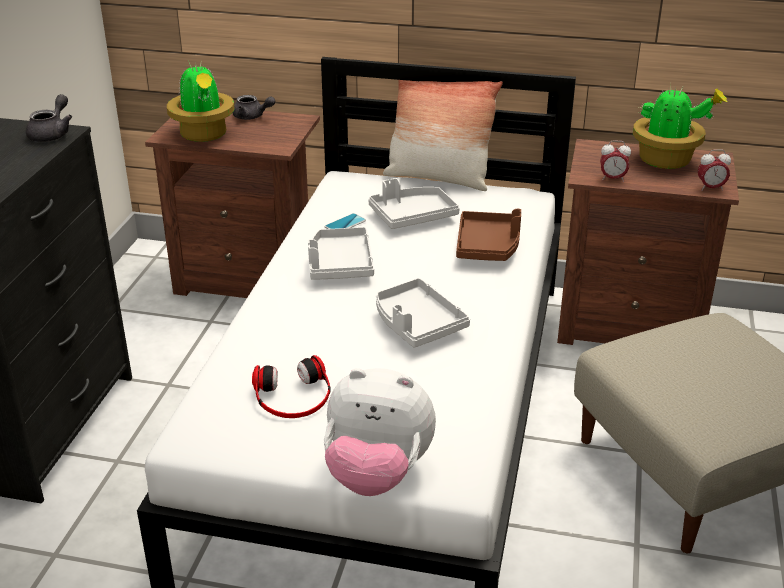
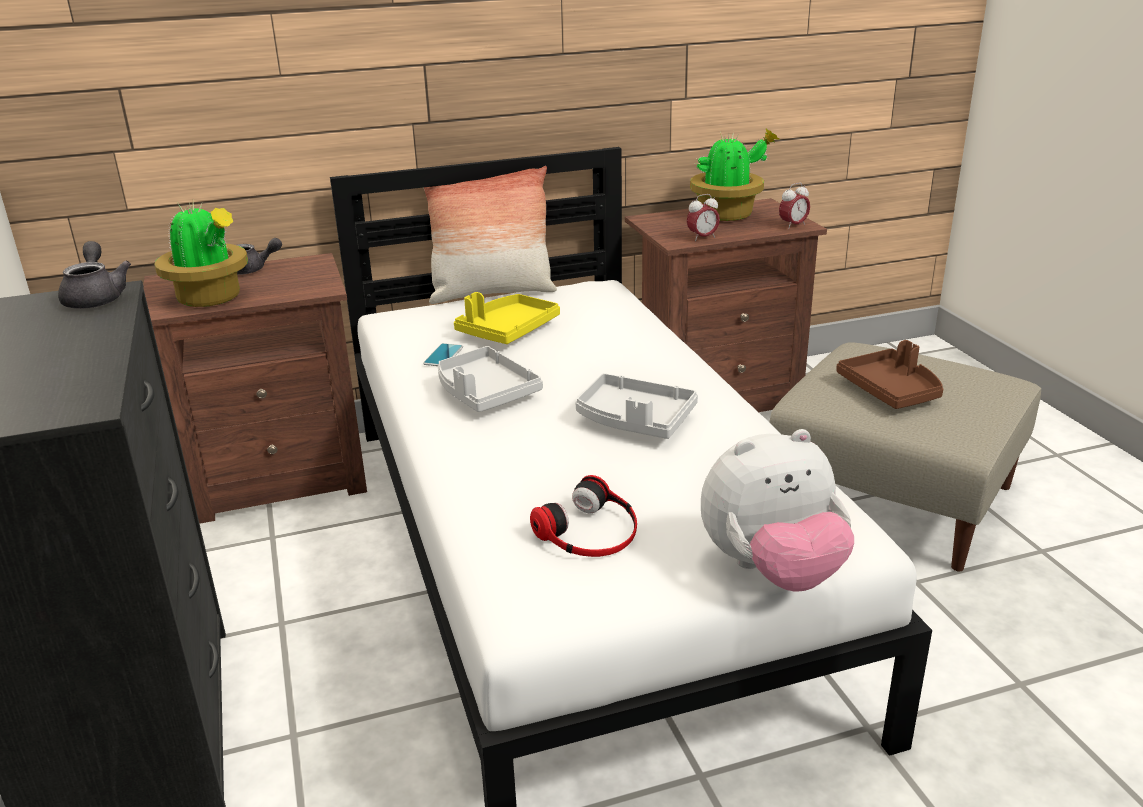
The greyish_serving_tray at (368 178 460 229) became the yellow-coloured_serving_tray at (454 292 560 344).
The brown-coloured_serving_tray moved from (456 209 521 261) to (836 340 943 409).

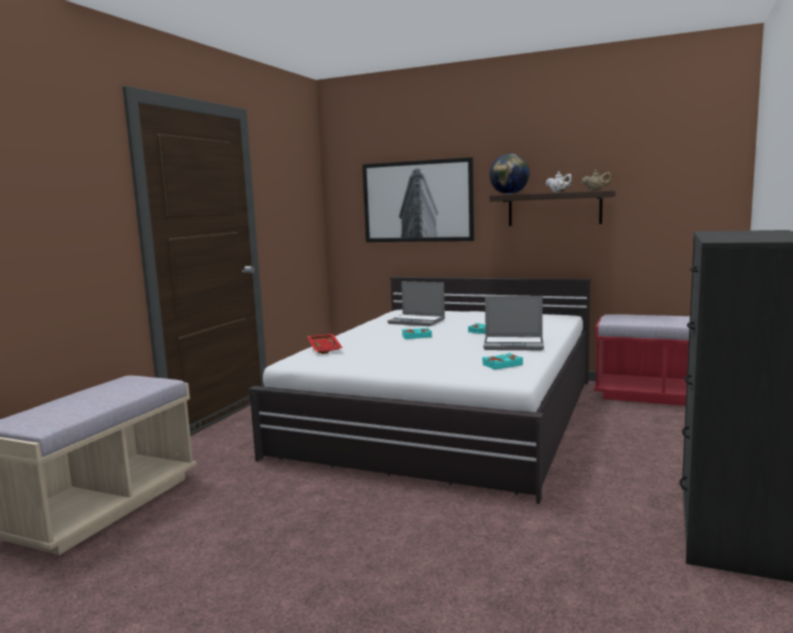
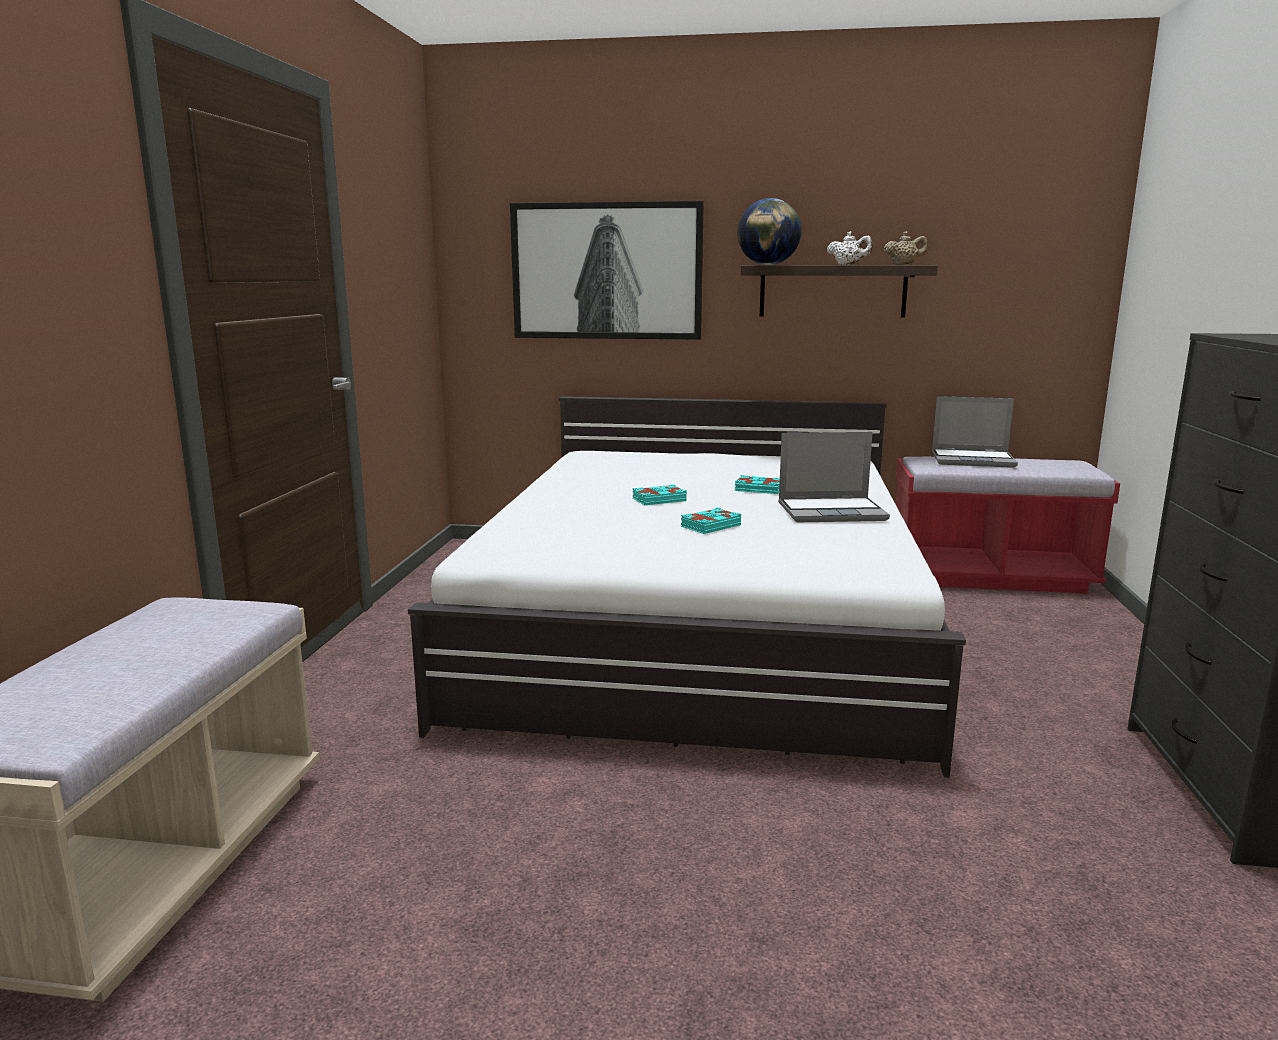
The red_serving_tray at (307 334 343 354) disappeared.
The portable_computer moved from (387 281 445 326) to (932 396 1018 468).
The turquoise_bound_book moved from (482 353 523 370) to (681 507 741 534).

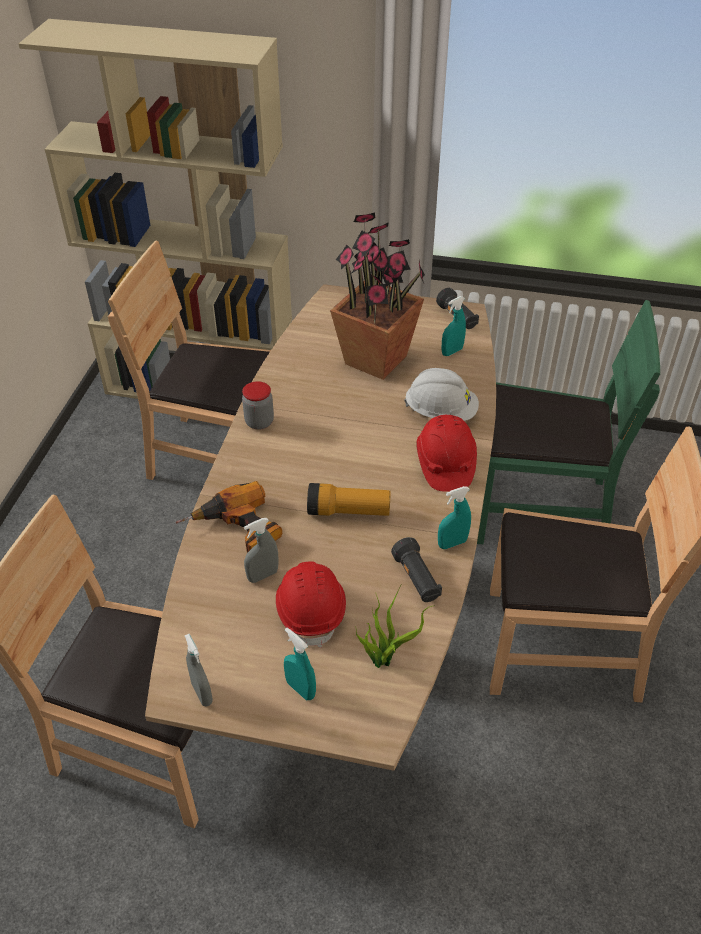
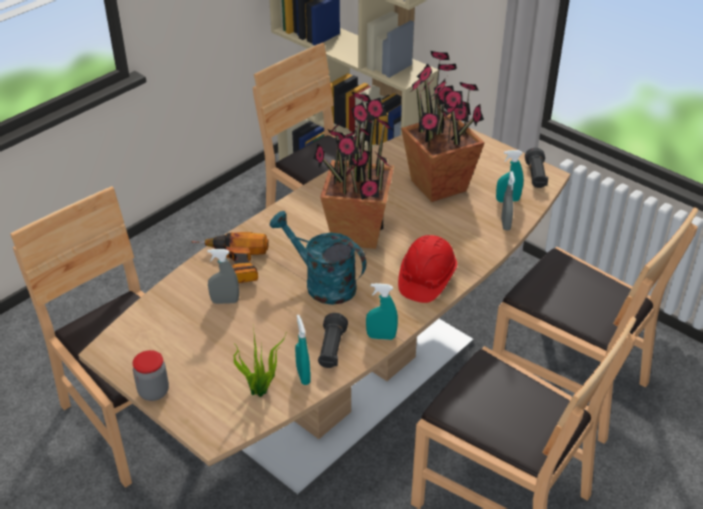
The greyish_hand_sprayer moved from (185 634 213 707) to (501 171 515 231).
The storage_jar moved from (242 381 274 430) to (133 350 169 401).
The red_hard_hat at (276 562 346 648) disappeared.
The turquoise_hand_sprayer moved from (284 627 316 700) to (295 315 311 385).
The flashlight at (307 483 391 516) was replaced by the turquoise_sprinkling_can at (270 211 366 305).
The whitish_hard_hat at (404 368 479 421) disappeared.
The green_chair at (477 300 660 544) became the brown-coloured_chair at (493 208 698 444).
The potted_plant at (313 91 394 249) appeared.

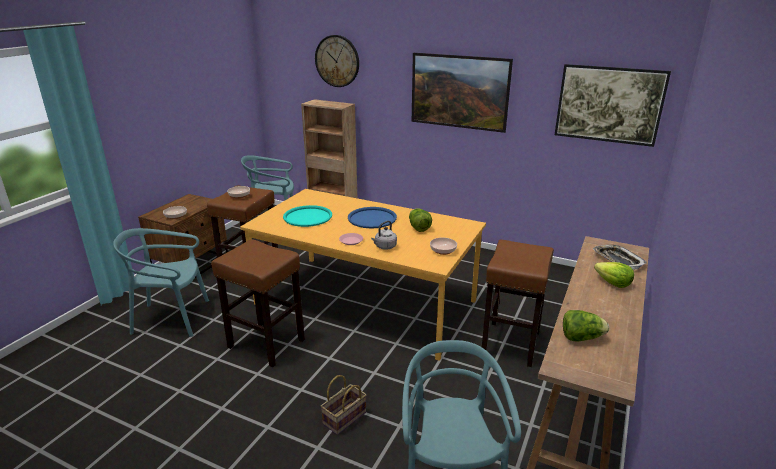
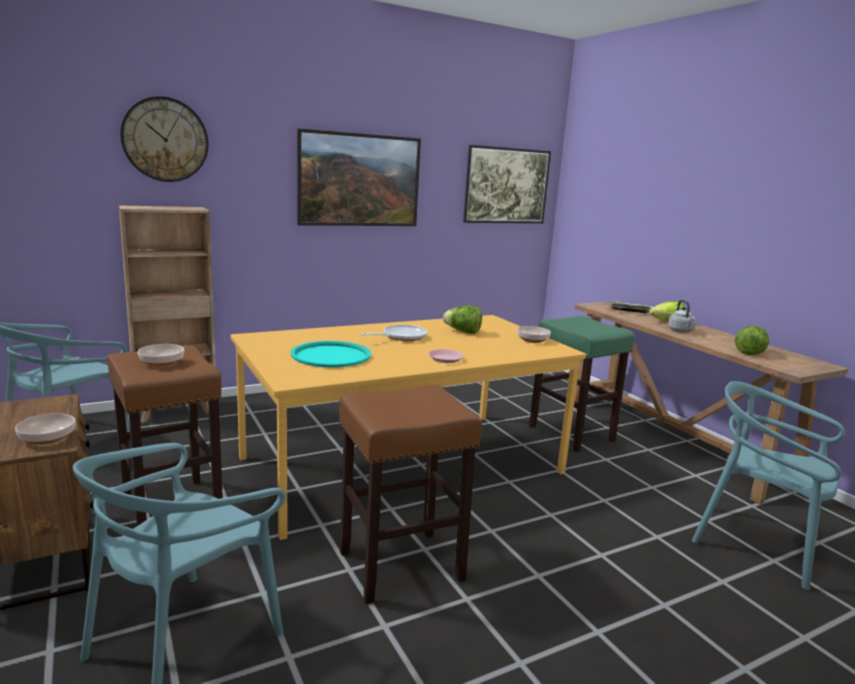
The storage_basket at (321 375 366 435) disappeared.
The bluish_serving_tray at (348 207 397 228) was replaced by the pan at (360 325 427 341).
The greyish_kettle moved from (371 221 397 250) to (668 300 696 332).
The brown-coloured_stool_seat at (482 240 554 367) became the green_stool_seat at (529 316 635 452).

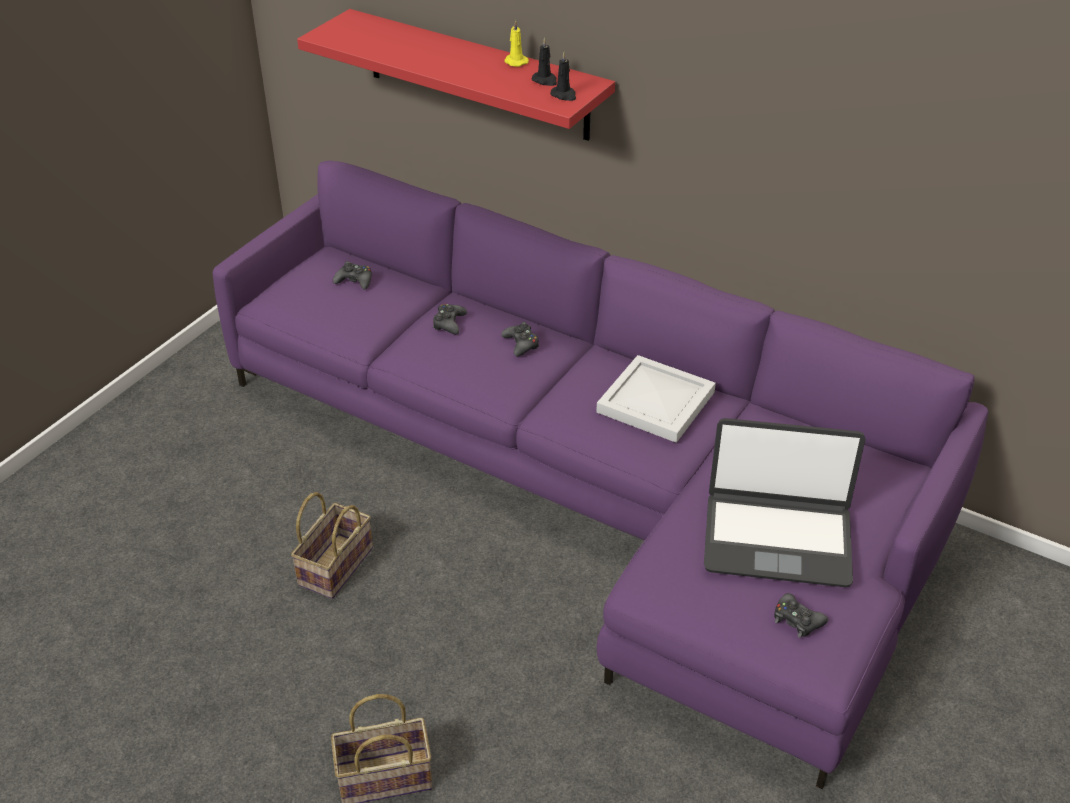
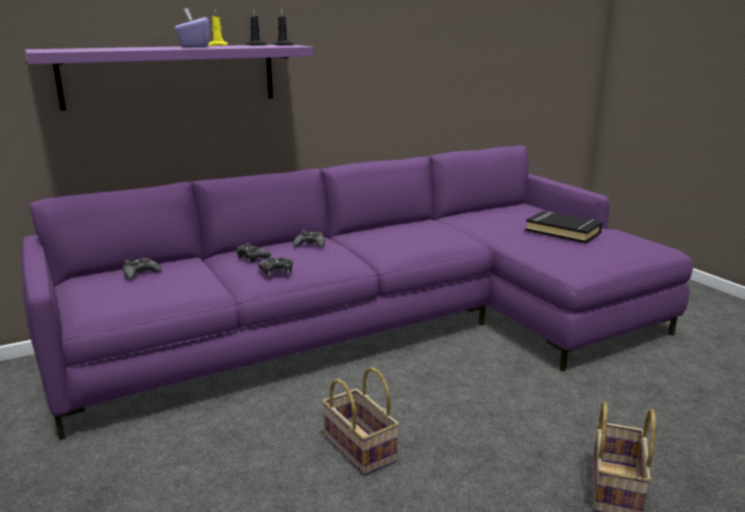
The red_bracket_shelf at (297 9 615 141) became the purplish_bracket_shelf at (25 45 313 111).
The whitish_serving_tray at (596 355 716 443) disappeared.
The portable_computer at (704 418 865 587) was replaced by the black_bound_book at (525 211 602 243).
The black_game_controller moved from (774 593 828 638) to (258 257 293 276).
The purplish_tissue_box at (175 8 210 48) appeared.

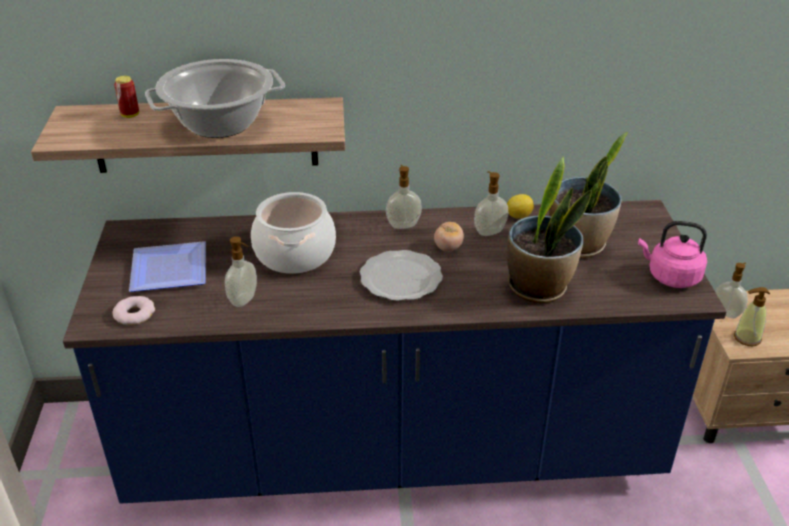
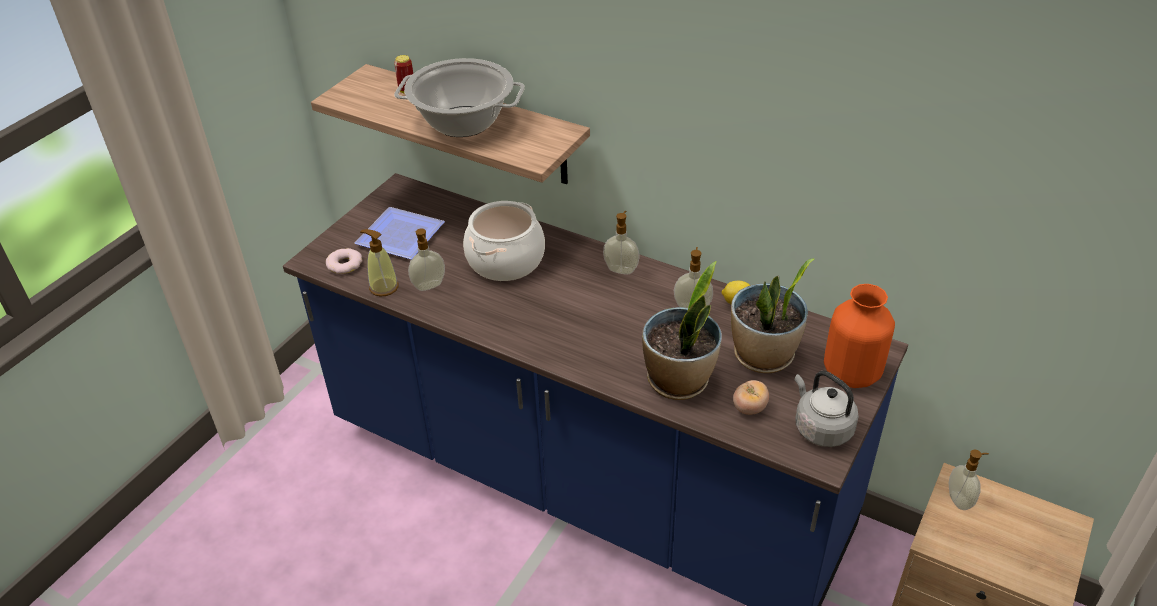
The flat_dish at (360 250 443 301) disappeared.
The whole_tomato moved from (434 222 464 252) to (733 380 769 415).
The pink_kettle at (638 221 707 288) became the greyish_kettle at (795 371 859 447).
The liquid_soap_bottle moved from (734 287 770 346) to (360 229 399 297).
The orange-coloured_decorative_vase at (824 284 895 388) appeared.

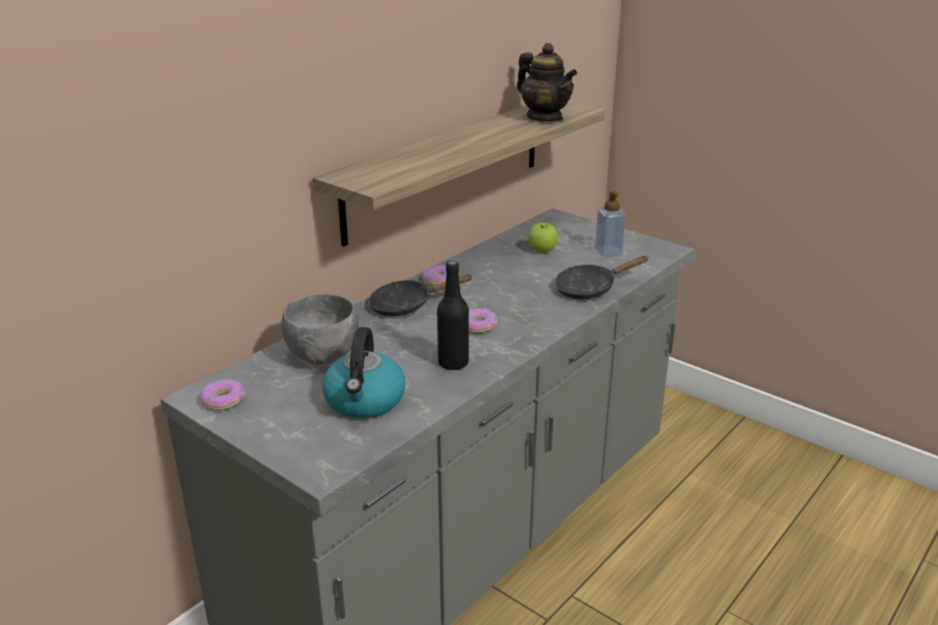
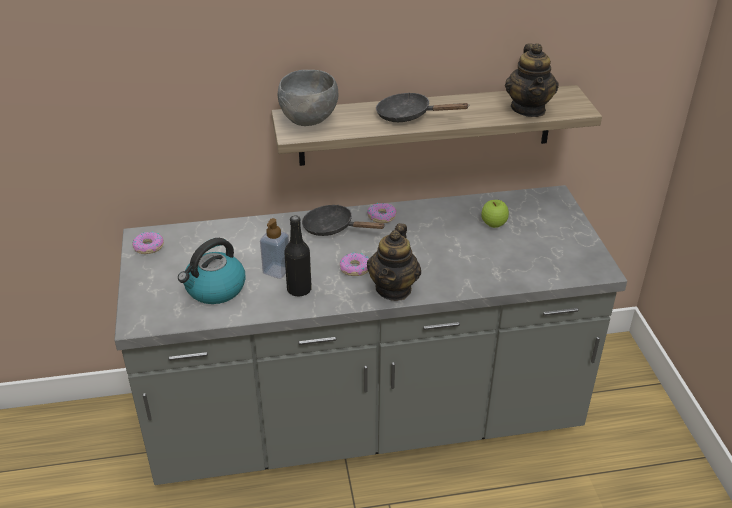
The greyish_deep_dish moved from (282 294 359 365) to (278 70 338 126).
The black_pan moved from (555 256 649 299) to (376 92 470 122).
The liquid_soap_bottle moved from (595 191 626 256) to (260 218 289 279).
The pot_for_tea at (367 223 421 301) appeared.

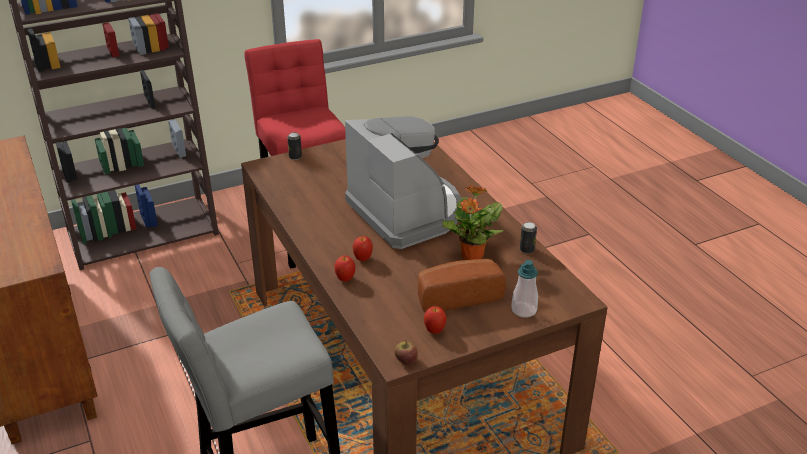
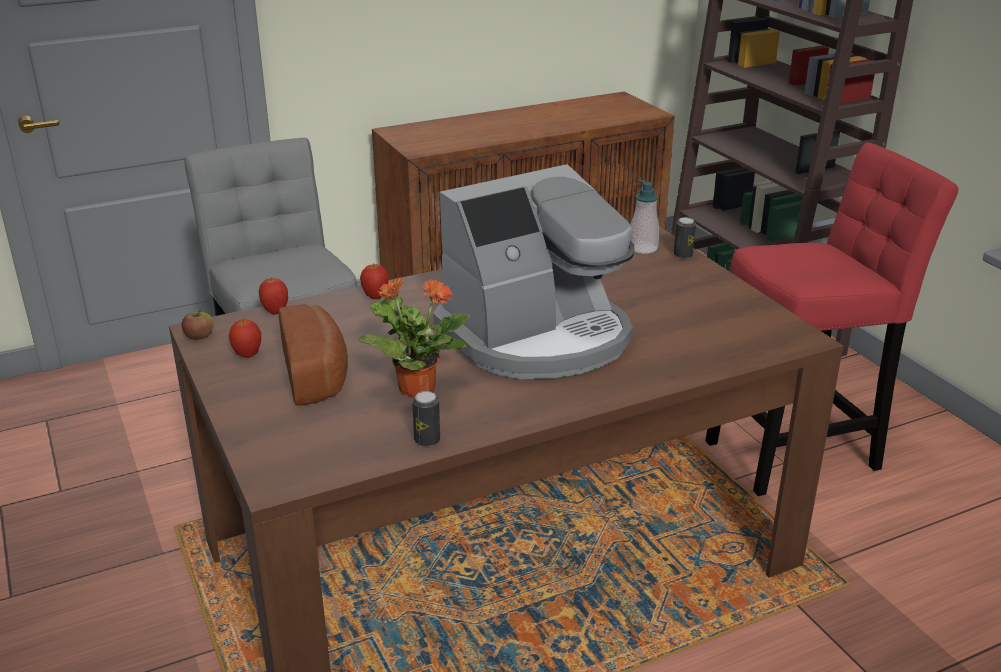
The apple_fruit moved from (353 236 373 261) to (259 277 288 315).
The liquid_soap_bottle moved from (511 260 538 318) to (629 180 659 254).

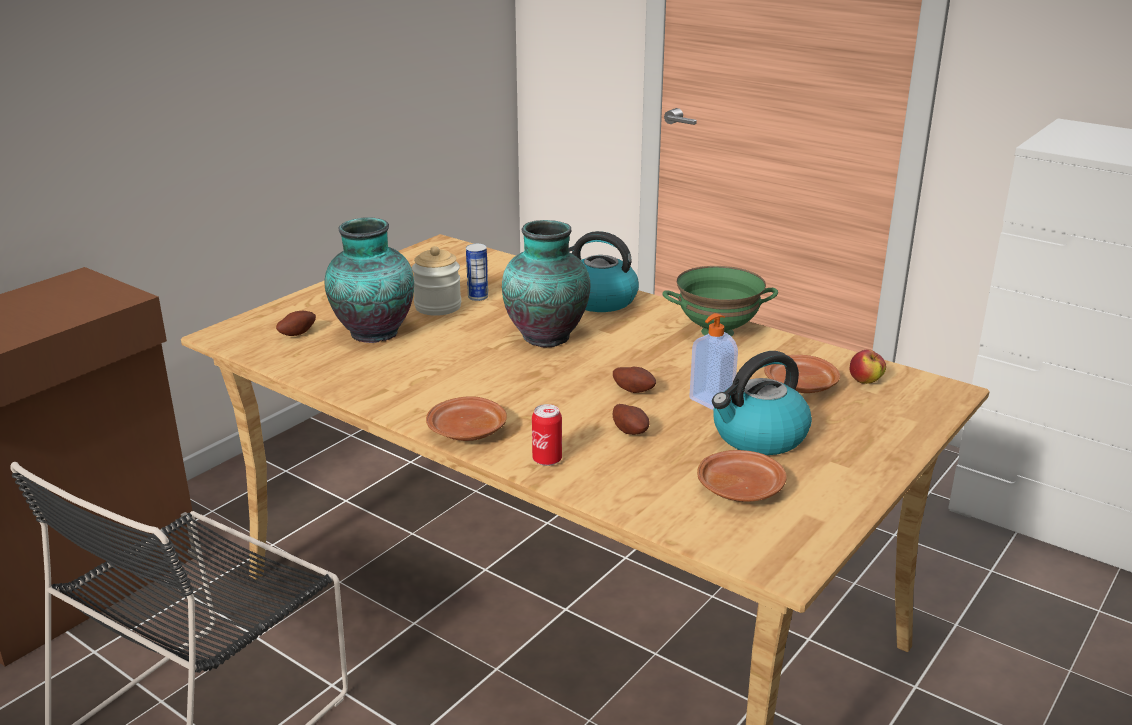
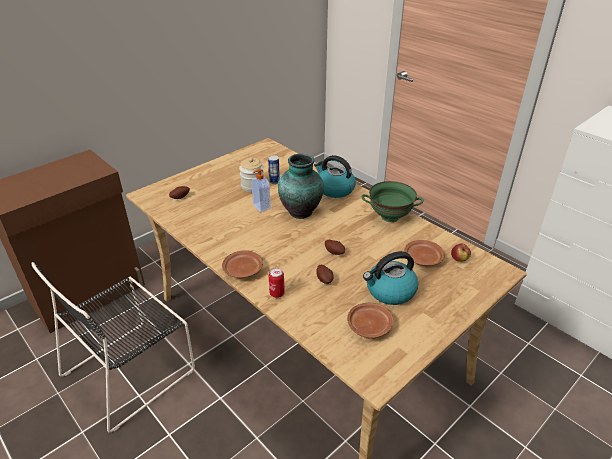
The decorative_vase at (324 217 414 343) disappeared.
The liquid_soap_bottle moved from (690 313 738 410) to (251 169 271 212).

